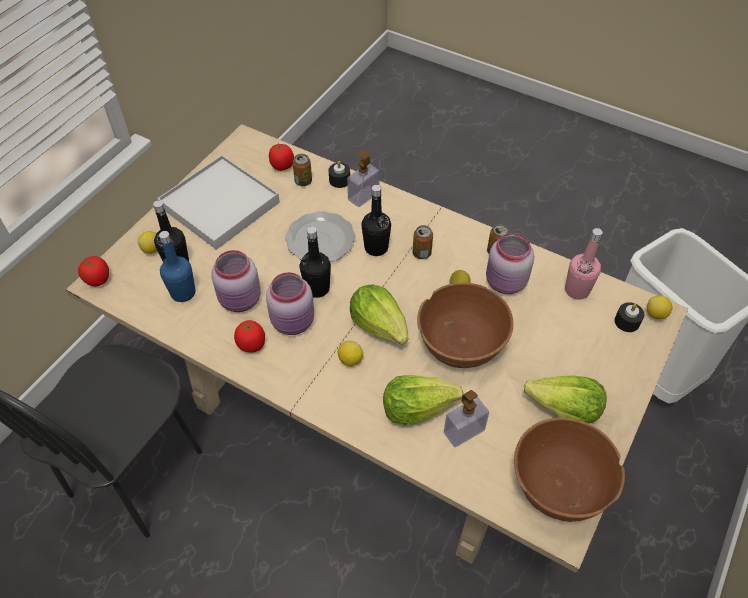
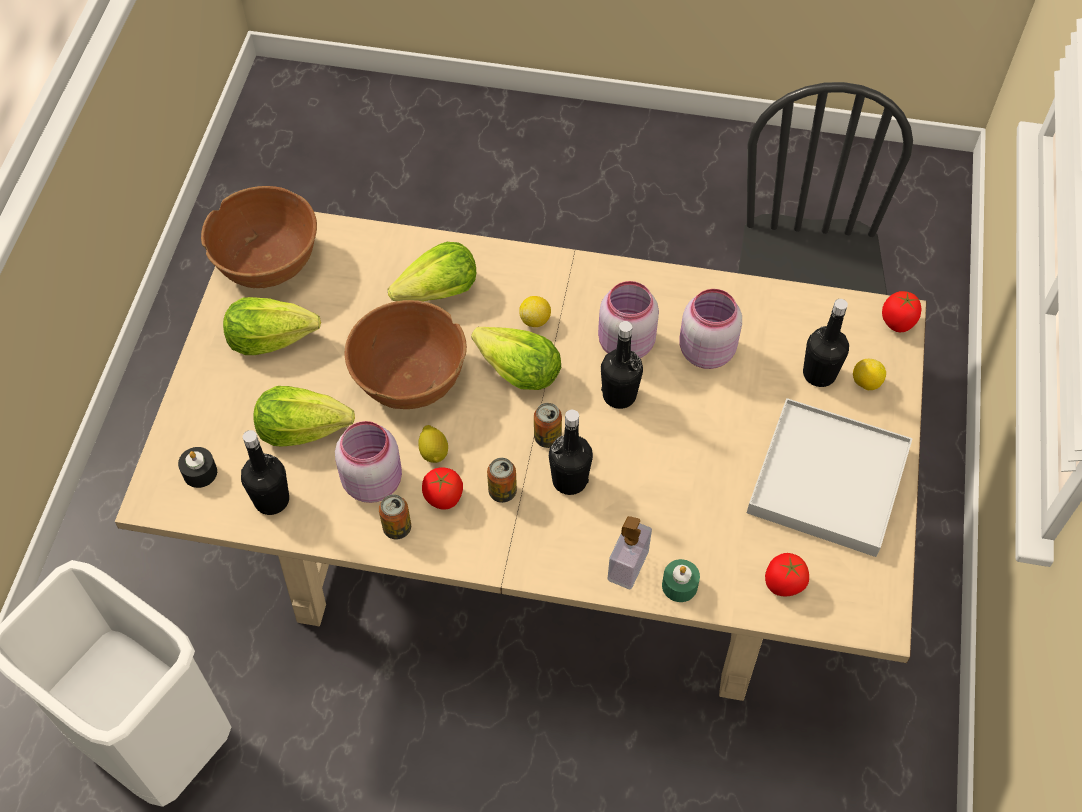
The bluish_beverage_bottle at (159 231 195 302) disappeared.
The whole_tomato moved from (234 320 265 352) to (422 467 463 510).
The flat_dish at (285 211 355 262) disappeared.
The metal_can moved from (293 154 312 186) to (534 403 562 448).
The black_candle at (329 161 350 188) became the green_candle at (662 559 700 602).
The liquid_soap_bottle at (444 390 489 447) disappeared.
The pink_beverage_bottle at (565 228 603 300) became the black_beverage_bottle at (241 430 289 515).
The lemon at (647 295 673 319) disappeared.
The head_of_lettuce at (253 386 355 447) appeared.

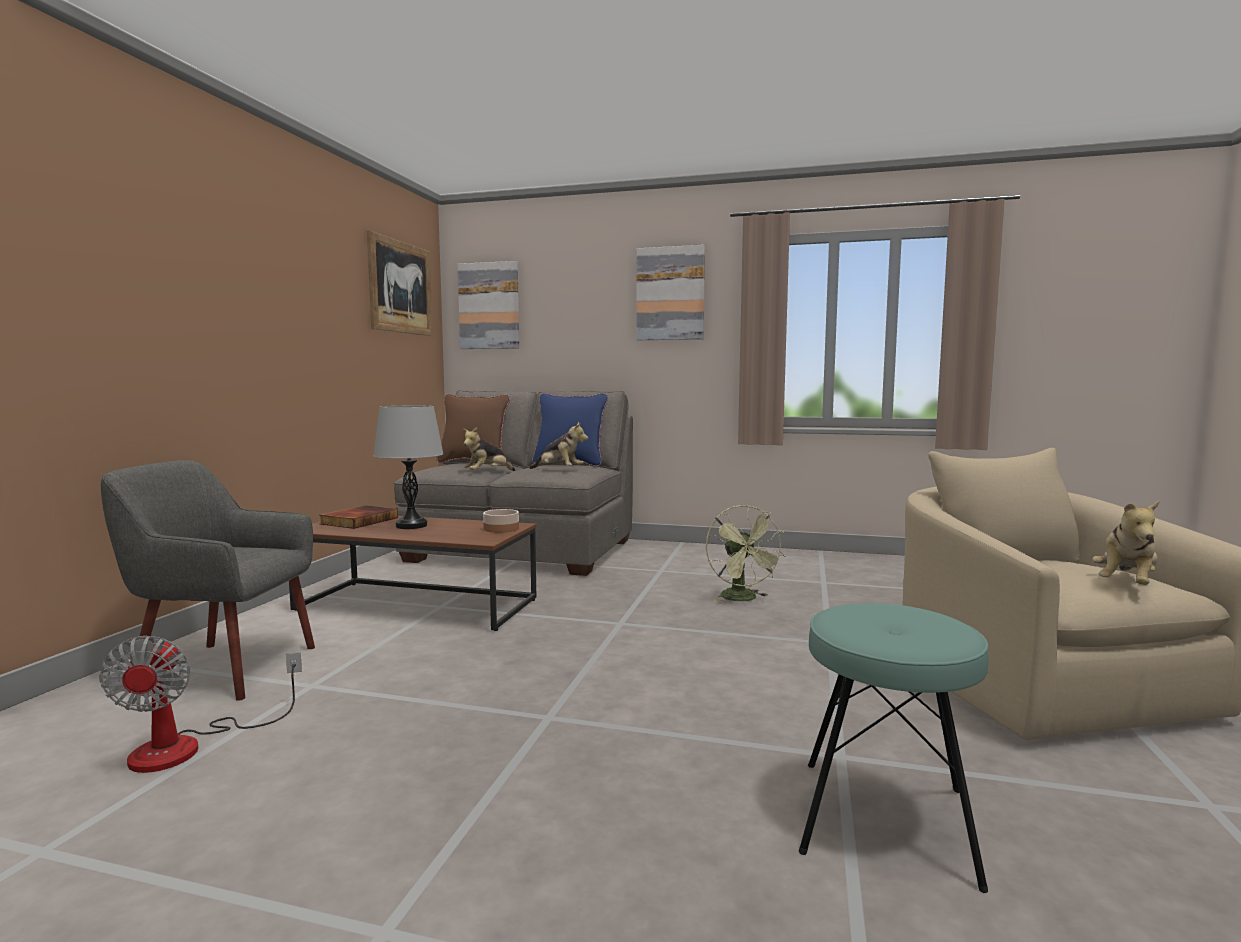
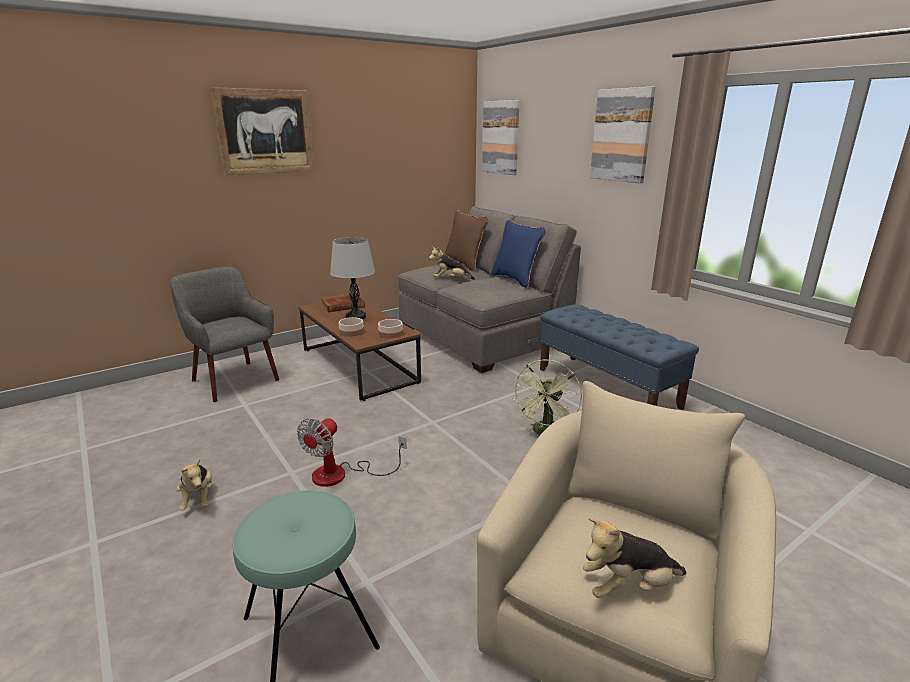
The electric_fan moved from (99 636 302 773) to (297 417 407 487).
The picture moved from (367 231 433 336) to (210 87 315 176).
The plush_toy moved from (529 421 588 469) to (176 459 212 510).
The deep_dish at (339 317 364 337) appeared.
The bluish_indoor_bench at (540 304 699 410) appeared.

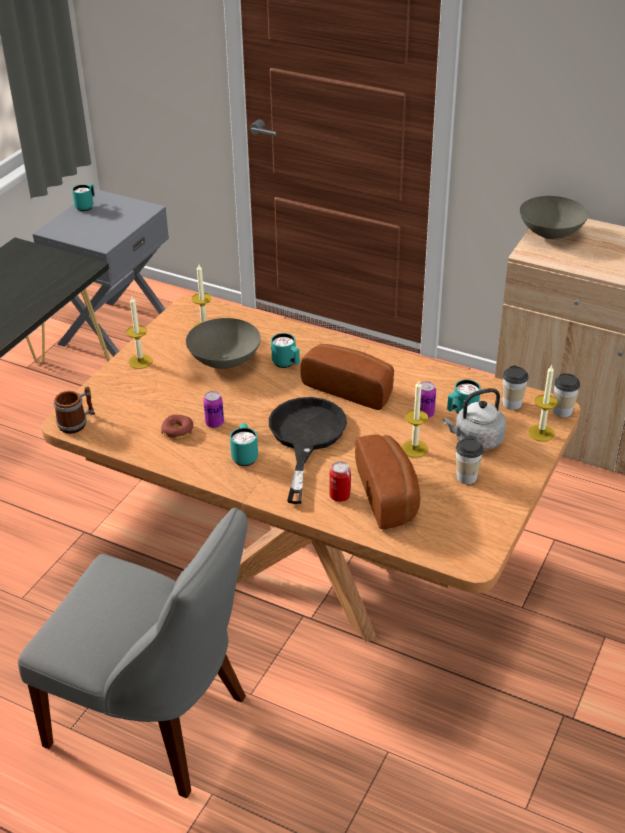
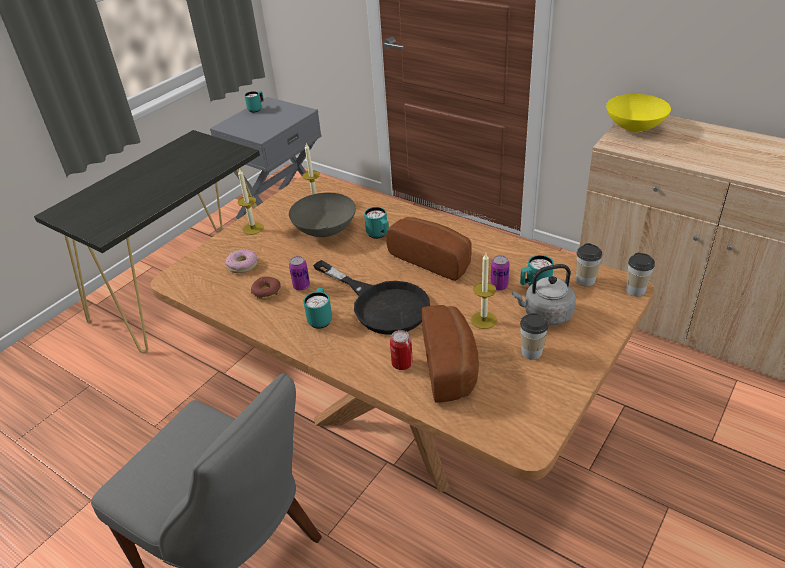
The mug at (54 387 95 434) disappeared.
The black_pan at (269 397 347 504) turned 120 degrees clockwise.
The greyish_deep_dish at (520 196 588 239) became the yellow-coloured_deep_dish at (606 94 671 132).
The candle at (528 365 558 442) disappeared.
The doughnut at (225 249 258 273) appeared.

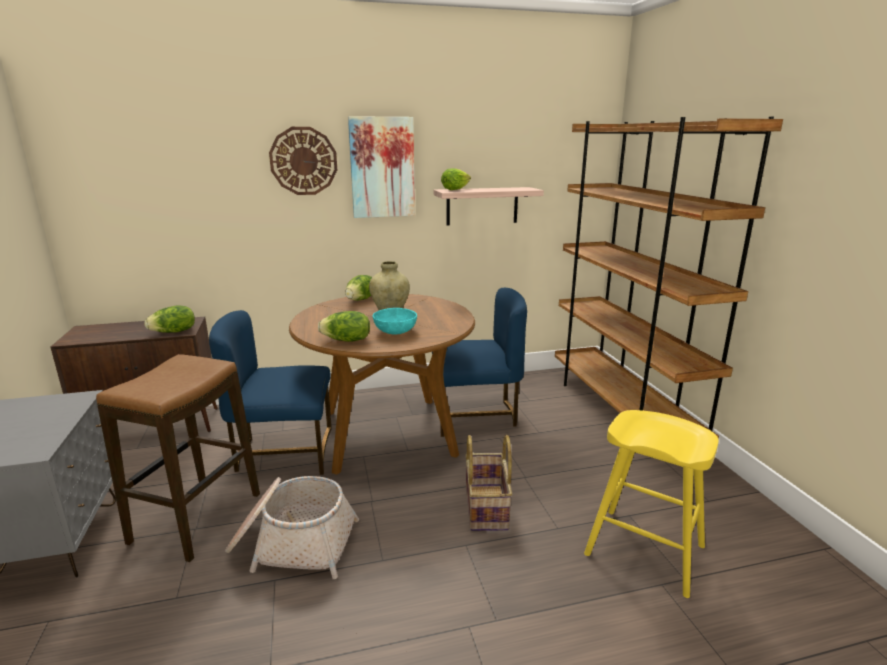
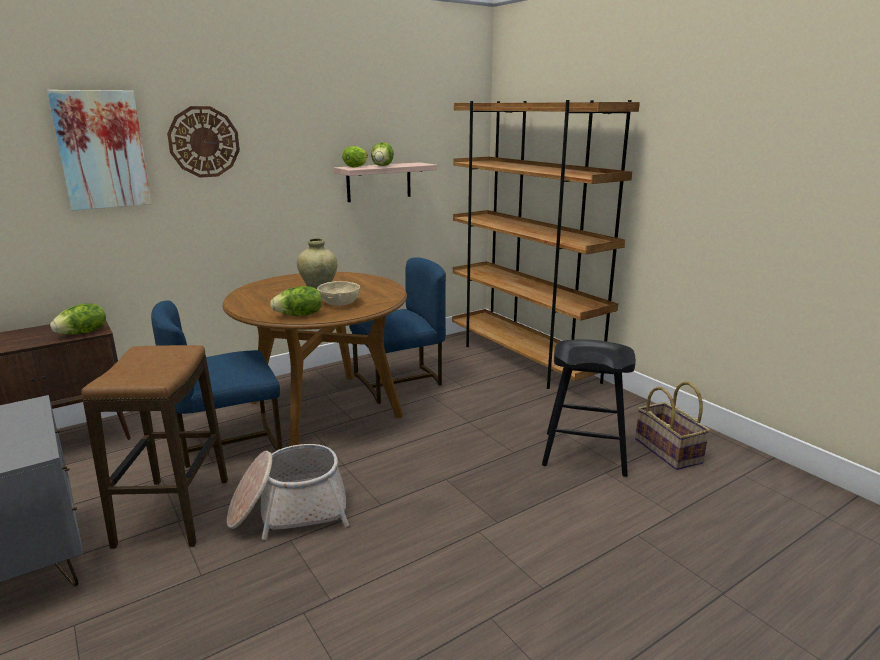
The head_of_lettuce moved from (345 275 372 301) to (371 142 394 166).
The picture moved from (348 116 415 218) to (47 90 152 210).
The turquoise_deep_dish at (373 308 417 335) became the sand-coloured_deep_dish at (317 281 360 306).
The storage_basket moved from (465 435 512 531) to (635 382 710 470).
The yellow-coloured_stool_seat at (584 410 718 598) became the black_stool_seat at (542 339 636 477).

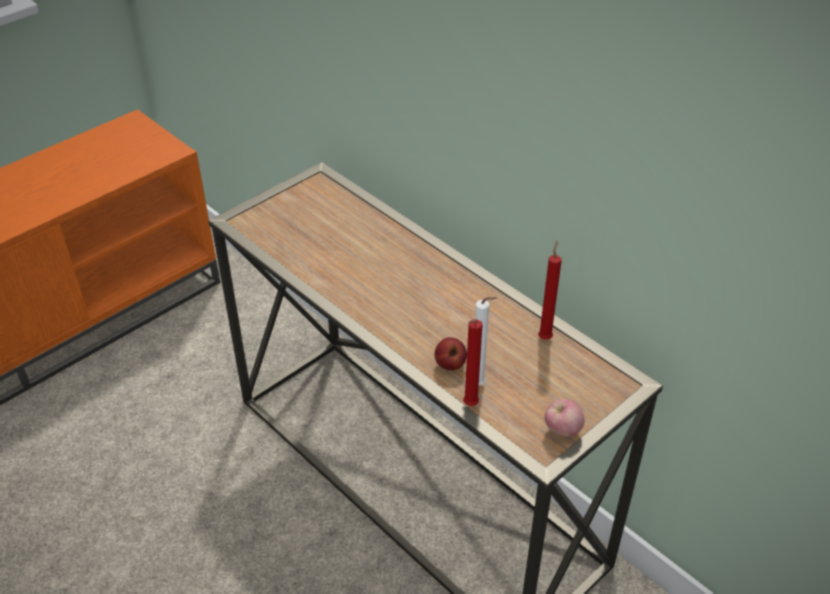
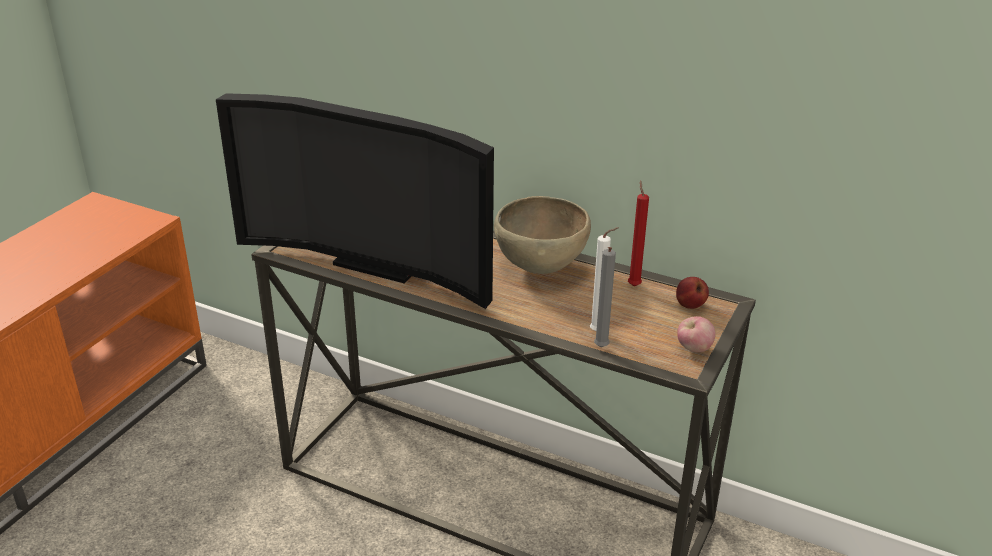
The apple_fruit moved from (434 337 467 370) to (676 277 709 309).
The red_candle at (463 319 482 406) became the greyish_candle at (594 247 616 347).
The TV_set at (216 93 494 309) appeared.
The brown-coloured_deep_dish at (494 196 591 274) appeared.

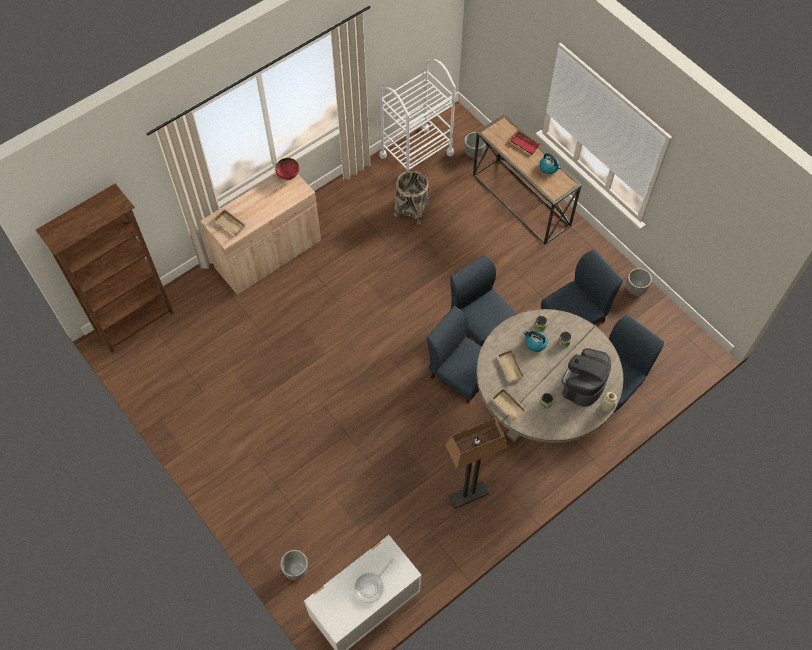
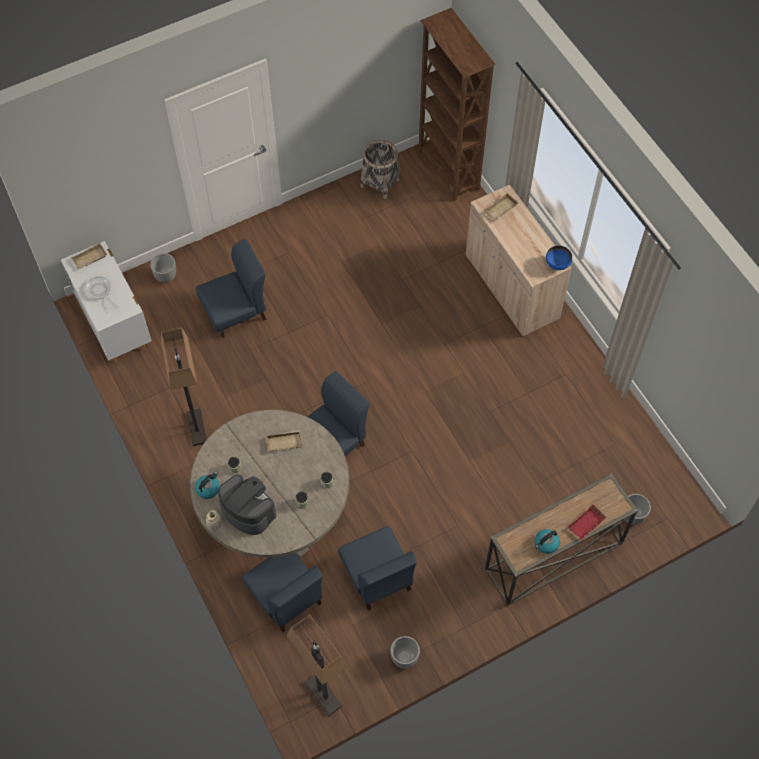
The red_deep_dish at (275 158 299 180) became the bluish_deep_dish at (546 246 572 270).
The whitish_wheeled_cart at (379 59 456 171) disappeared.
The storage_basket moved from (394 170 430 224) to (360 140 401 199).
The bluish_chair moved from (450 254 517 346) to (196 239 266 338).
The sand-coloured_serving_tray moved from (492 388 527 421) to (71 243 107 270).
The kettle moved from (524 331 548 352) to (195 471 220 499).
The standard_lamp at (287 614 347 716) appeared.

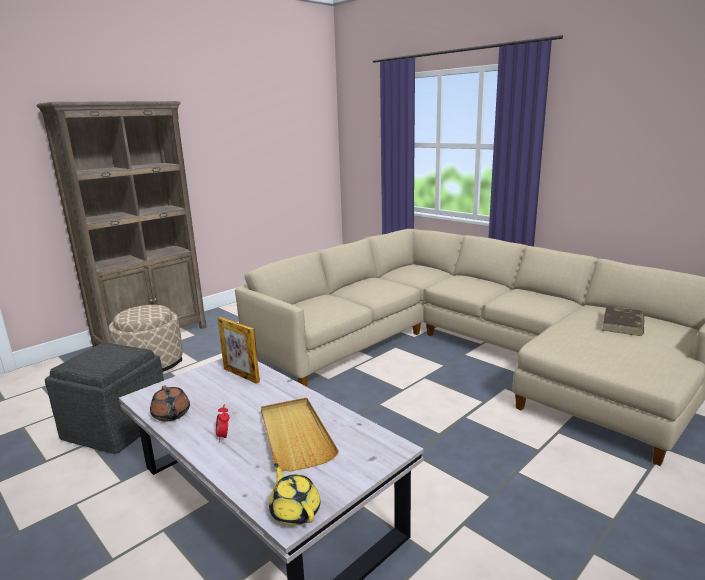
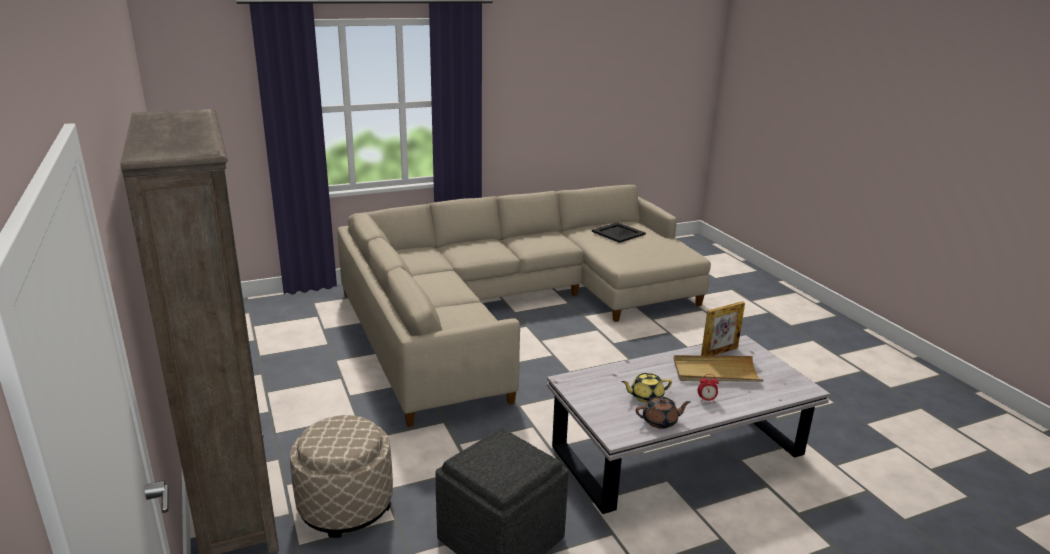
The picture_frame moved from (218 317 260 384) to (701 301 745 356).
The yellow-coloured_pot_for_tea moved from (269 463 320 526) to (621 373 672 403).
The brown-coloured_bound_book at (602 306 644 336) was replaced by the black_serving_tray at (592 222 646 243).

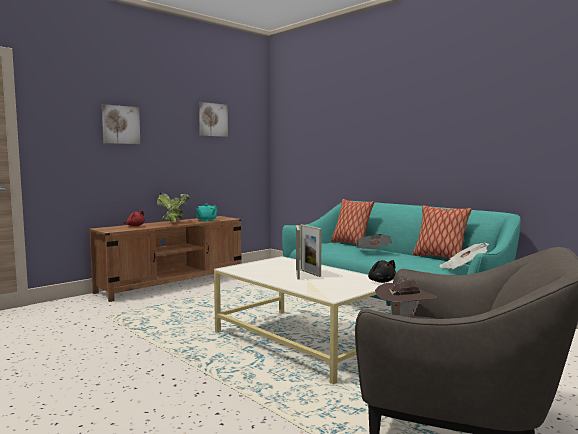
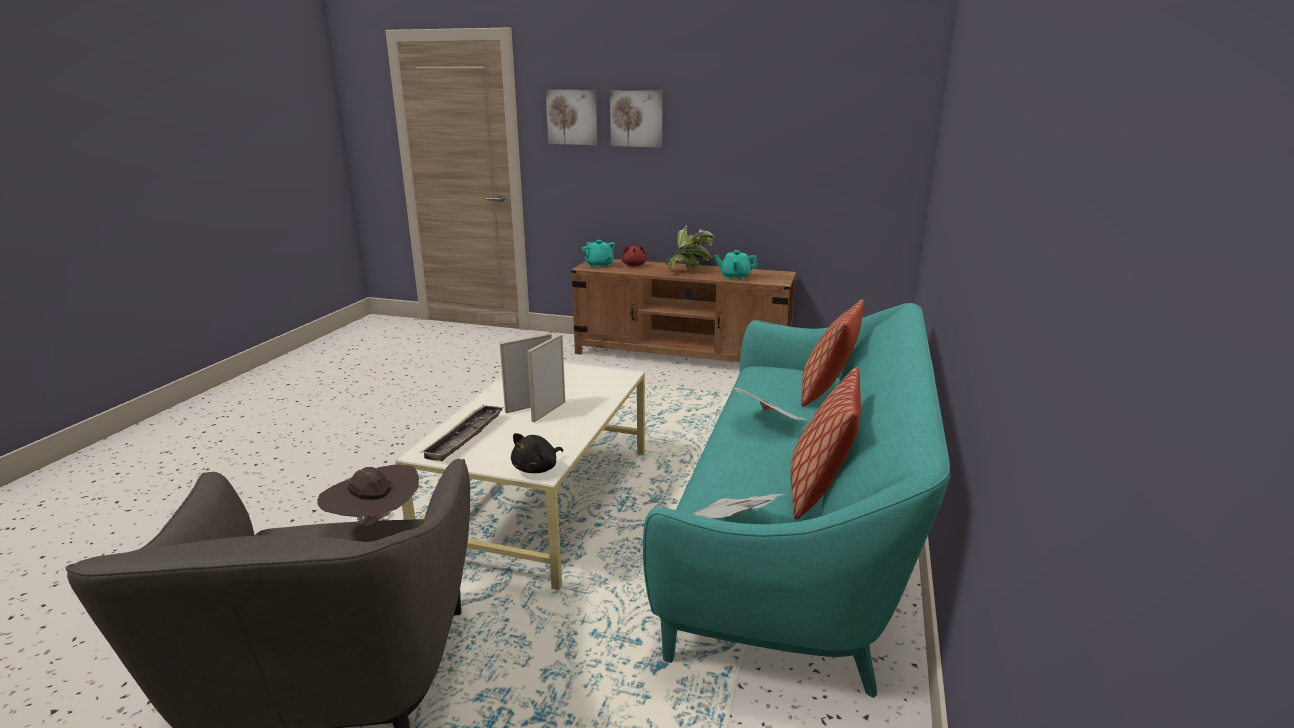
The picture moved from (199 102 228 137) to (546 90 597 145).
The serving_tray at (420 405 504 461) appeared.
The turquoise_pot_for_tea at (582 240 615 268) appeared.

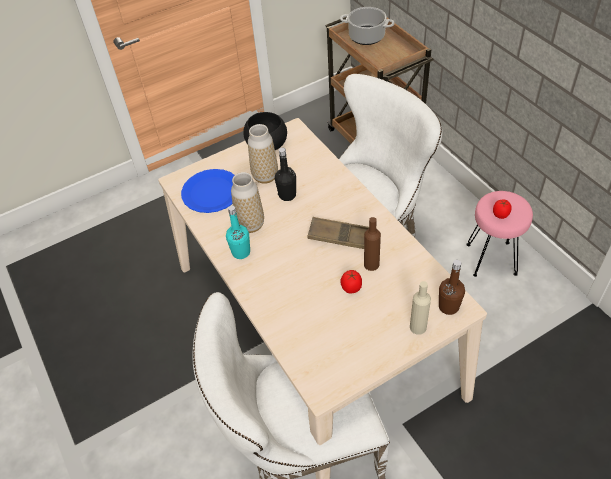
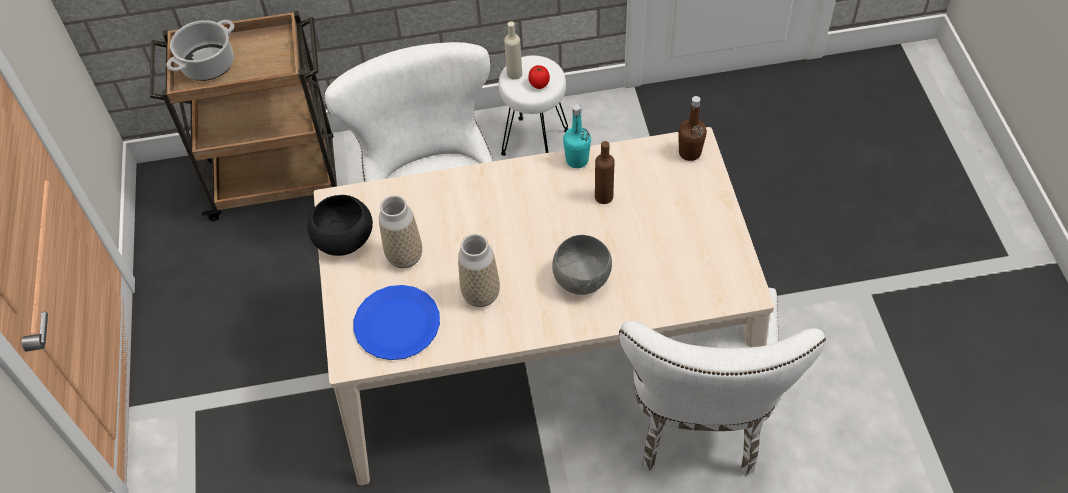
The turquoise_beverage_bottle moved from (226 205 250 259) to (563 104 591 168).
The black_beverage_bottle at (275 147 296 201) disappeared.
The brown-coloured_serving_tray at (307 217 369 249) disappeared.
The whole_tomato at (340 270 362 294) disappeared.
The sand-coloured_beverage_bottle moved from (410 281 431 335) to (504 21 522 80).
The pink_stool_seat at (466 191 533 277) became the whitish_stool_seat at (499 55 568 156).
The greyish_deep_dish at (552 235 612 295) appeared.

